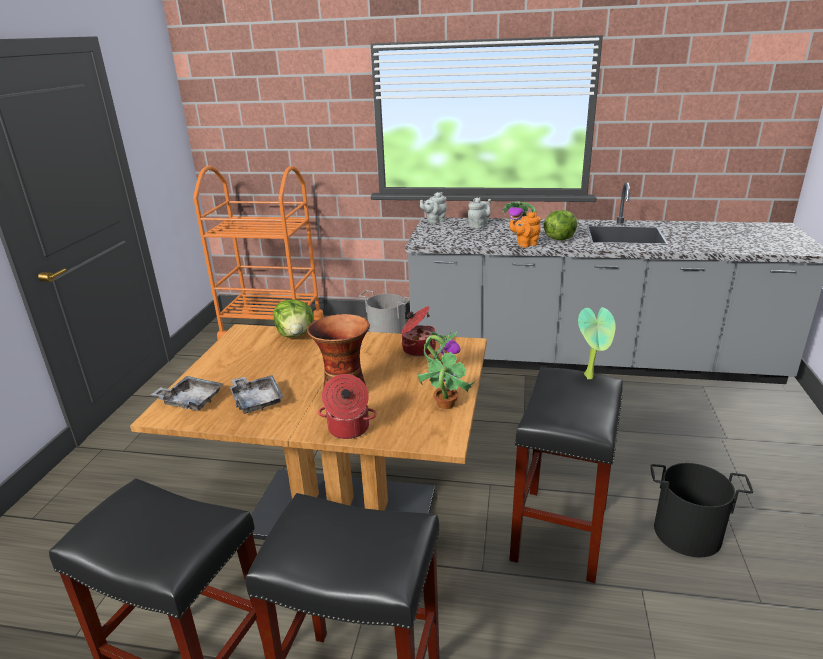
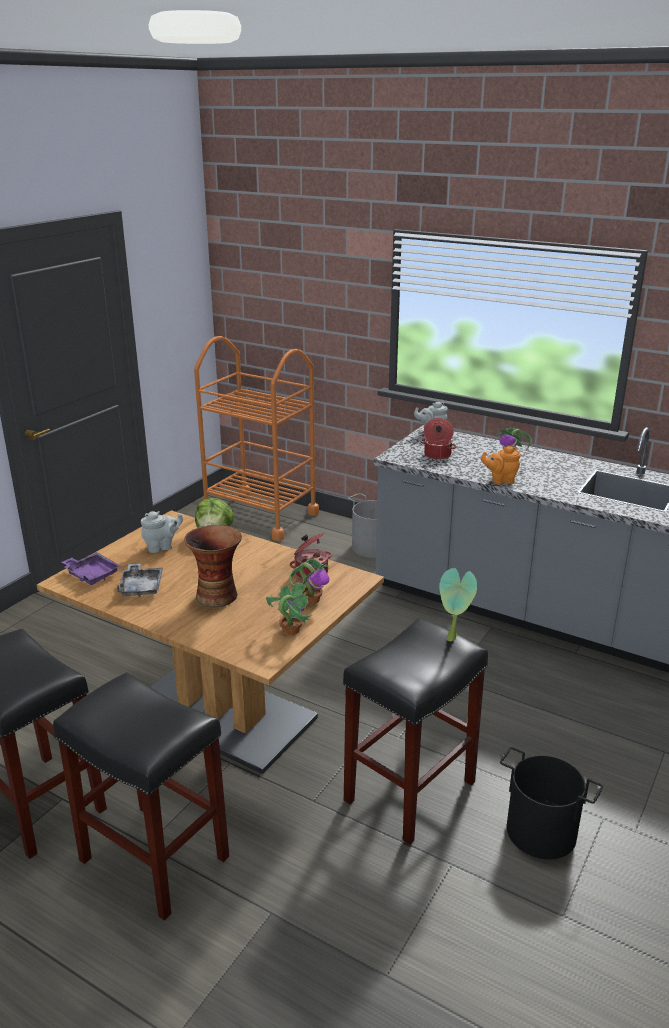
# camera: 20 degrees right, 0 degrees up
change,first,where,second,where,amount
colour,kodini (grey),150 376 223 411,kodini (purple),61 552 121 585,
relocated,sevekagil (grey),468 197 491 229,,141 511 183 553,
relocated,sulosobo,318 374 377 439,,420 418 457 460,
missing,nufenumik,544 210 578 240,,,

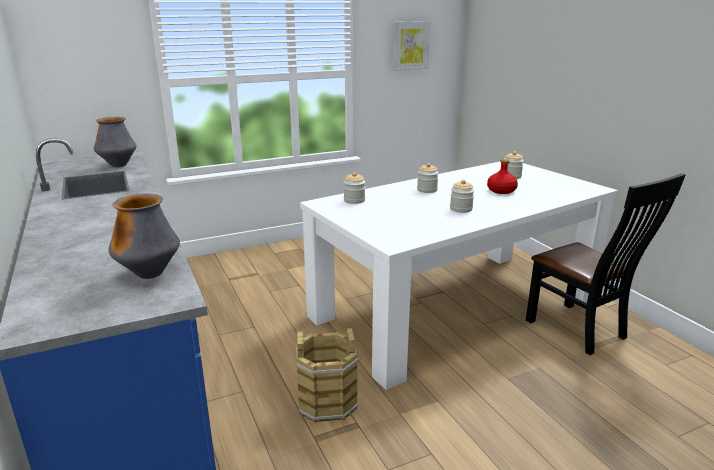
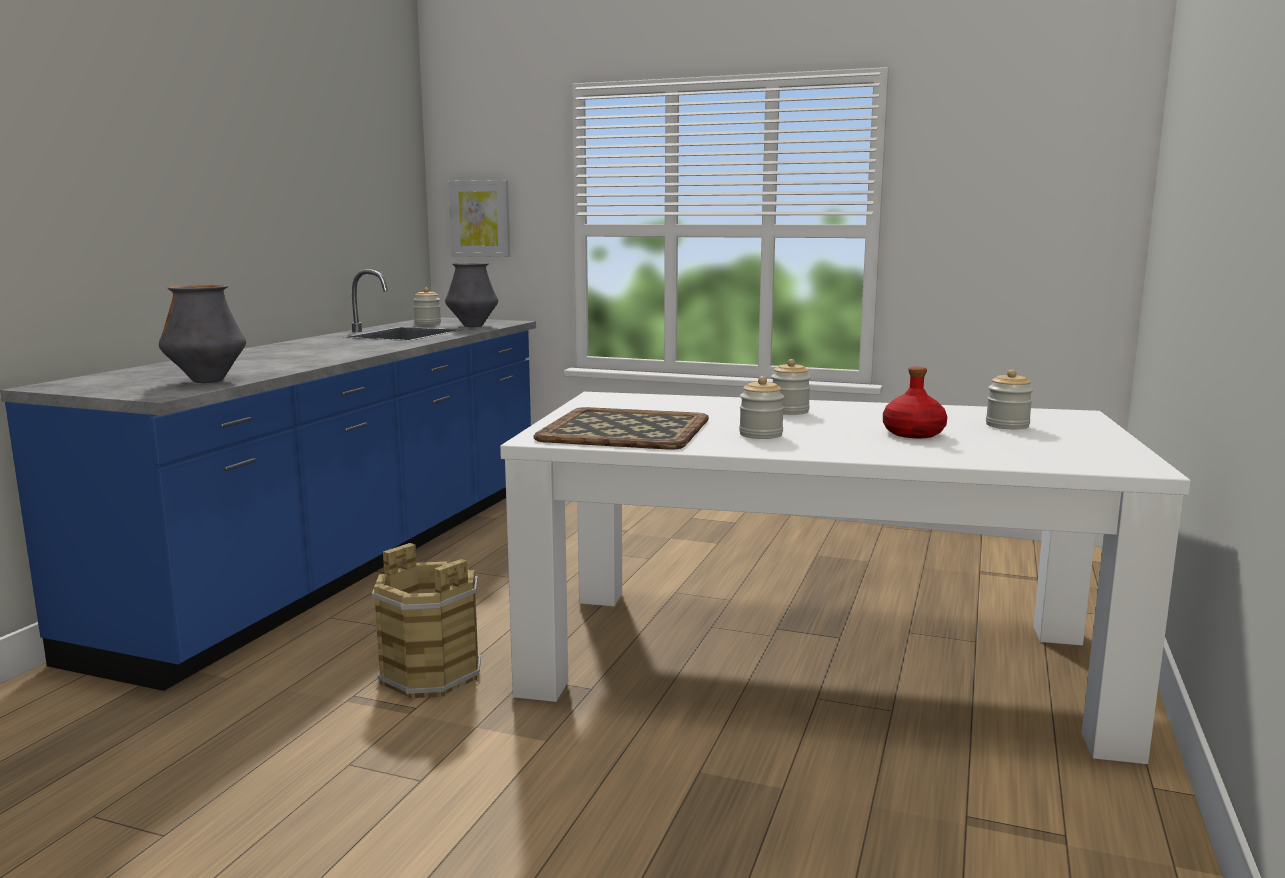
# camera: 45 degrees right, 10 degrees down
change,first,where,second,where,amount
relocated,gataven,344 172 365 204,,413 288 441 325,
relocated,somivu,393 21 430 71,,448 180 510 257,
appeared,,,kodini,533 407 709 450,
missing,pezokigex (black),526 173 686 355,,,

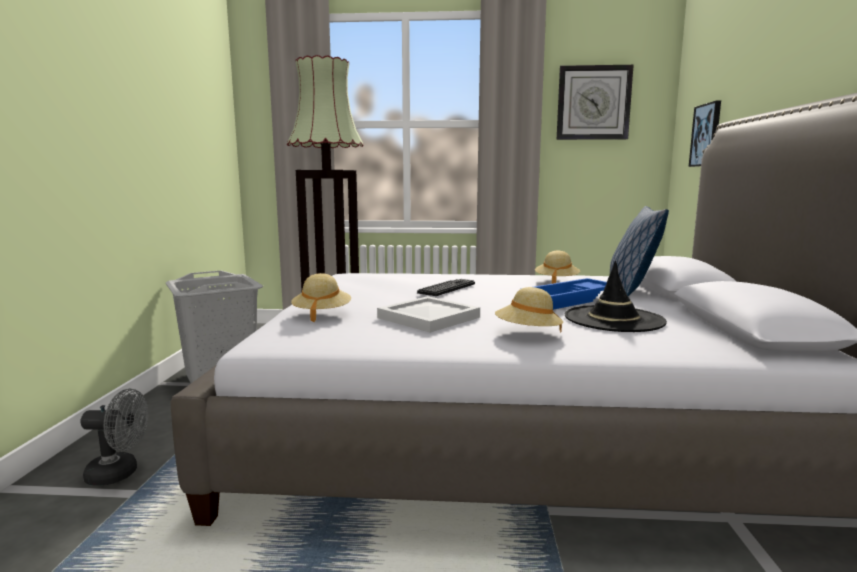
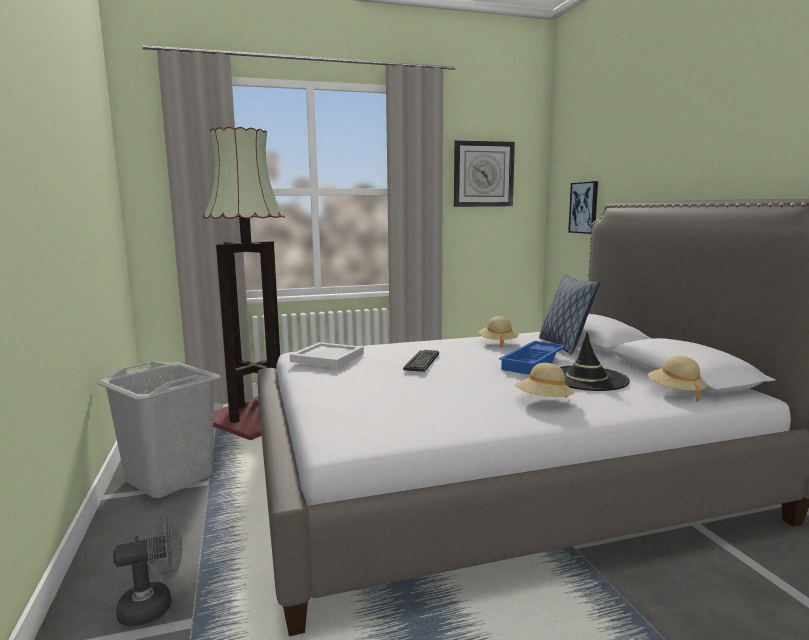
# camera: 20 degrees left, 0 degrees up
change,first,where,second,where,amount
relocated,kodini (white),377 296 480 333,,290 342 364 368,
relocated,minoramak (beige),291 273 351 322,,648 356 707 402,

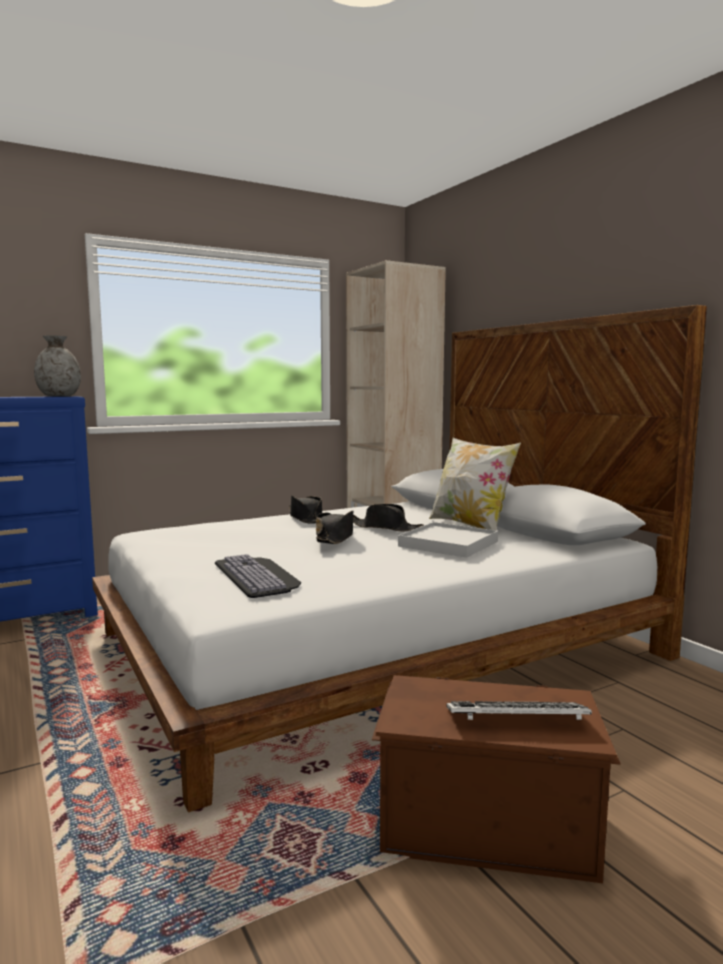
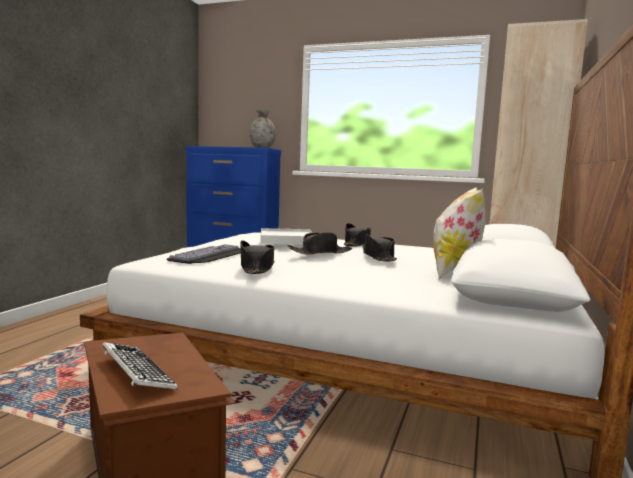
# camera: 50 degrees right, 0 degrees up
change,first,where,second,where,amount
appeared,,,minoramak (black),240 240 275 274,
relocated,kodini (white),398 522 498 558,,260 228 312 244,

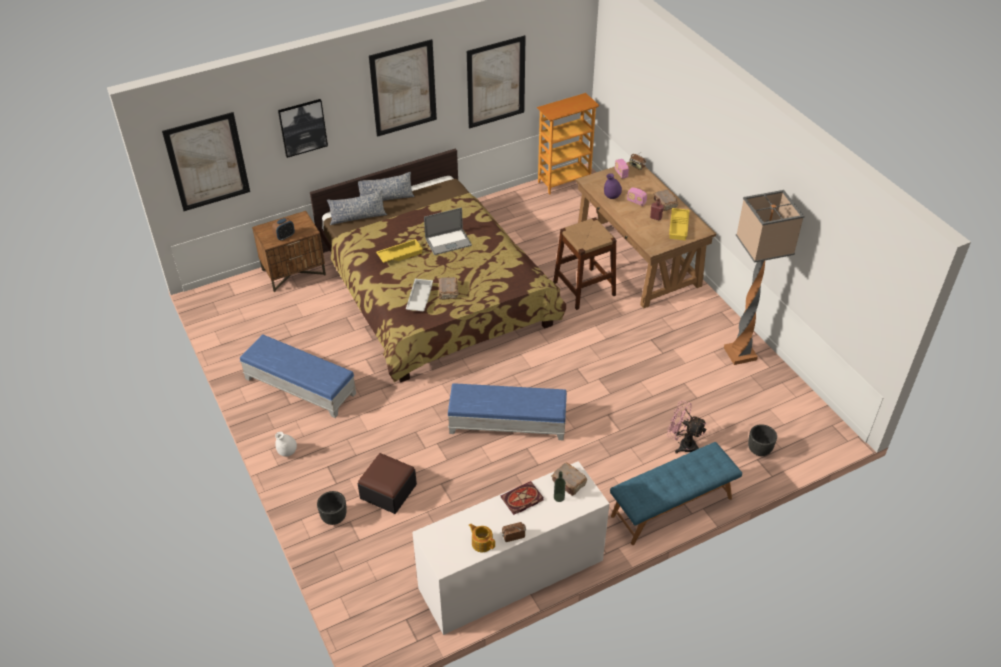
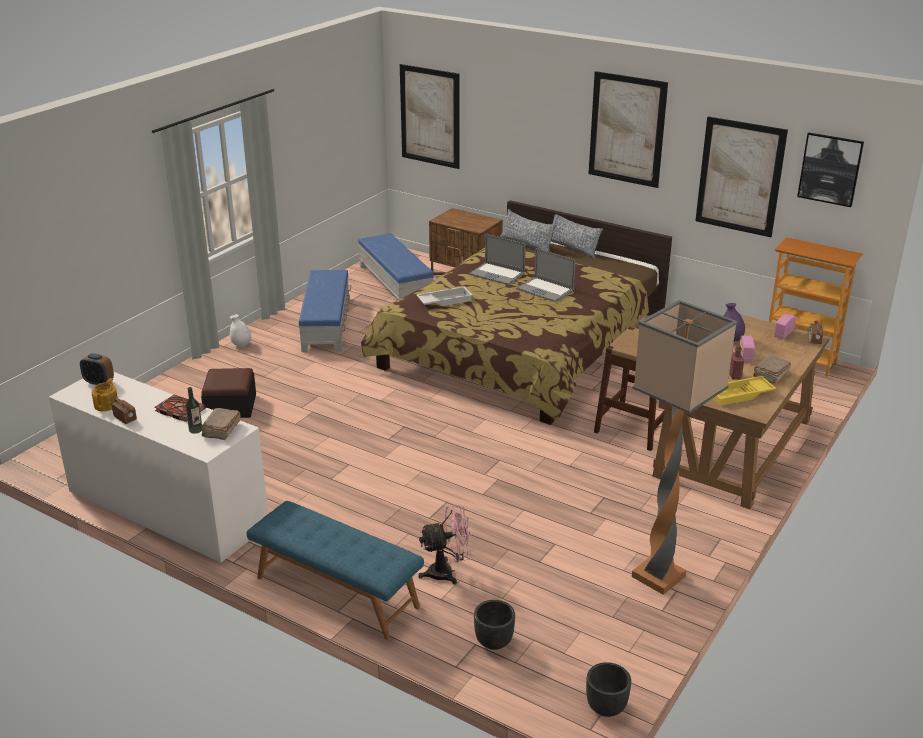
# camera: 60 degrees right, 15 degrees down
change,first,where,second,where,amount
relocated,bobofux,272 217 295 241,,80 354 114 385,
relocated,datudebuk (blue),448 383 567 441,,358 233 434 300,
spun,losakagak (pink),667 401 707 454,,418 505 473 584,75 degrees clockwise
exchanged,kodini (yellow),376 239 423 263,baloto,469 234 526 285,
relocated,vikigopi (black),317 491 347 525,,586 662 631 717,
relocated,somivu,278 99 328 158,,797 133 864 207,
missing,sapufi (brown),438 277 458 300,,,

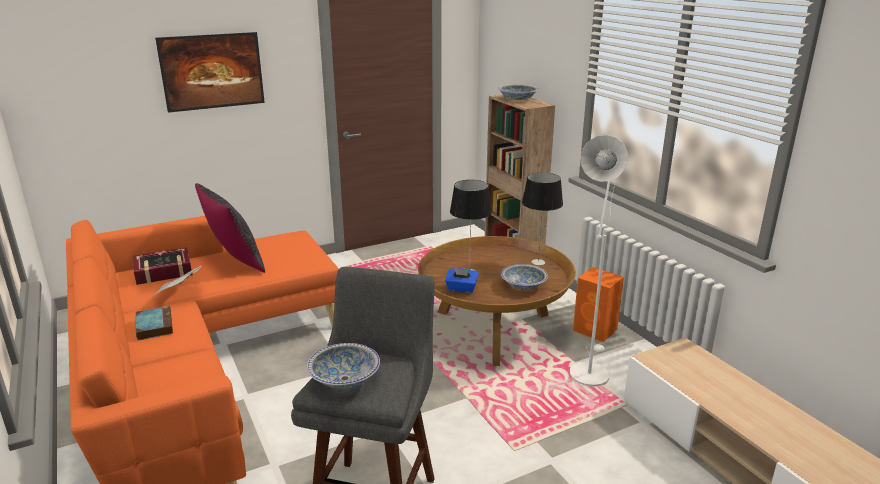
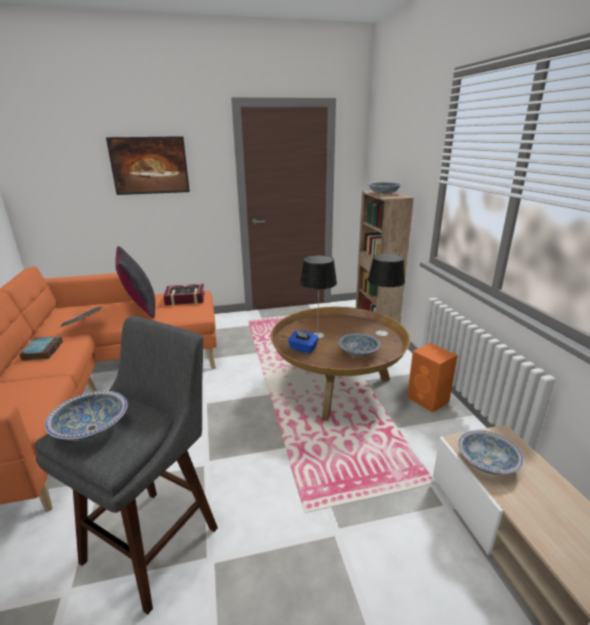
# camera: 15 degrees right, 0 degrees up
change,first,where,second,where,amount
relocated,sapufi,133 247 192 285,,163 284 205 306,
appeared,,,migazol,458 430 523 474,
missing,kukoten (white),570 135 628 386,,,

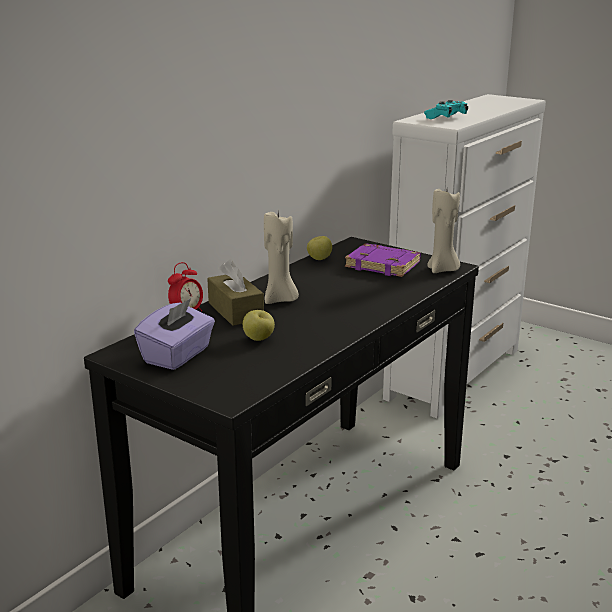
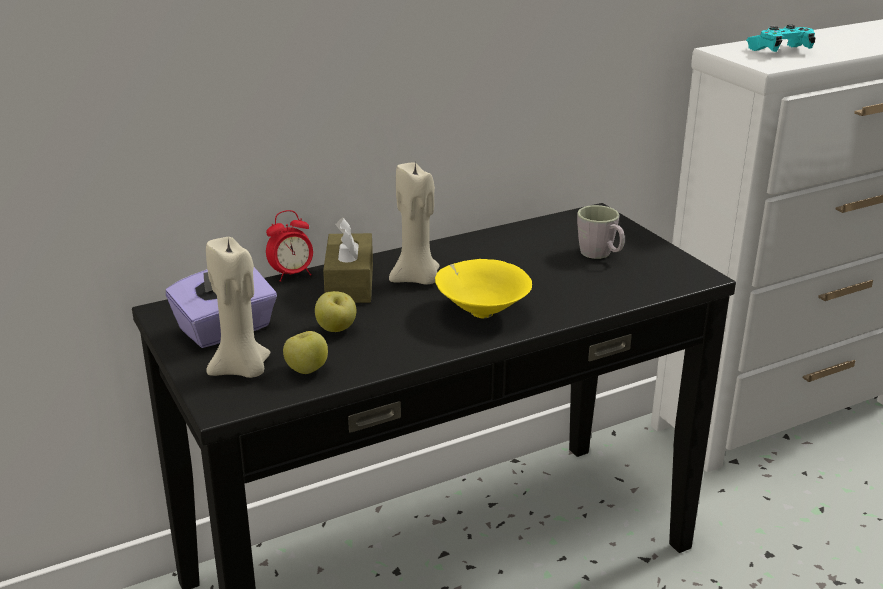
# camera: 25 degrees right, 5 degrees up
change,first,where,second,where,amount
relocated,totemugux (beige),427 189 460 273,,206 237 270 378,
relocated,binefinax,307 236 332 260,,283 331 328 374,
appeared,,,migazol (yellow),435 259 532 318,
exchanged,sapufi (purple),345 243 421 277,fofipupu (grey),577 205 625 259,

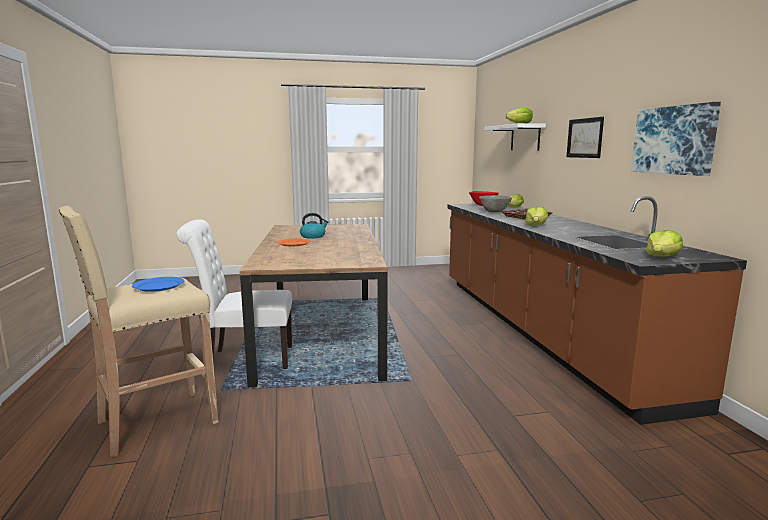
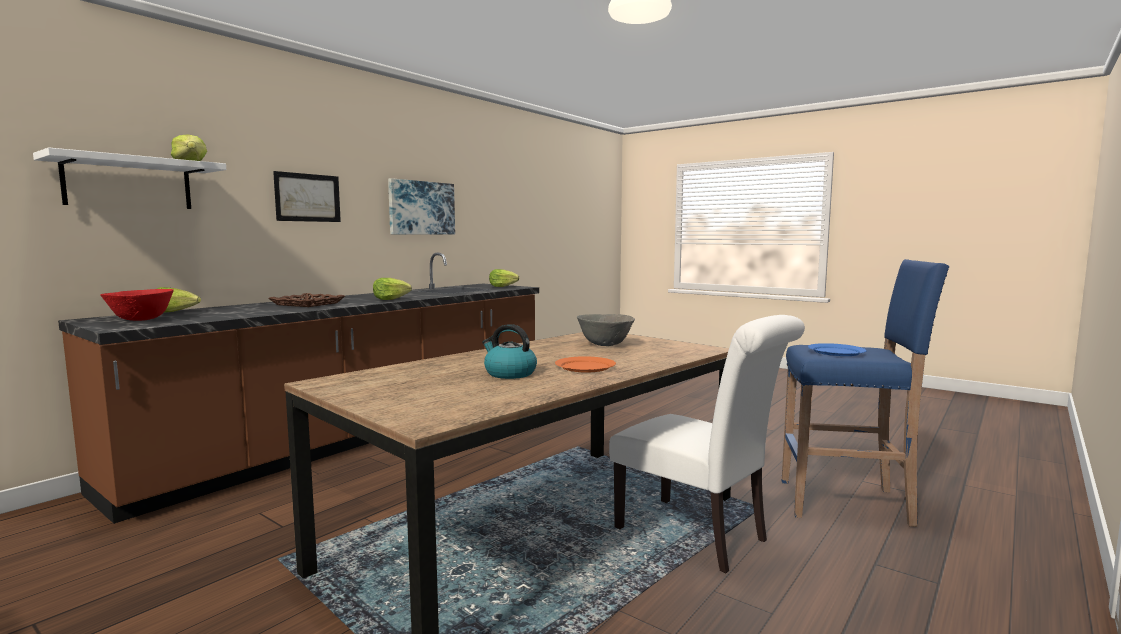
# camera: 130 degrees left, 5 degrees down
change,first,where,second,where,amount
relocated,migazol (grey),479 195 512 212,,577 314 635 346,
colour,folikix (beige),59 206 218 457,folikix (blue),782 259 949 527,

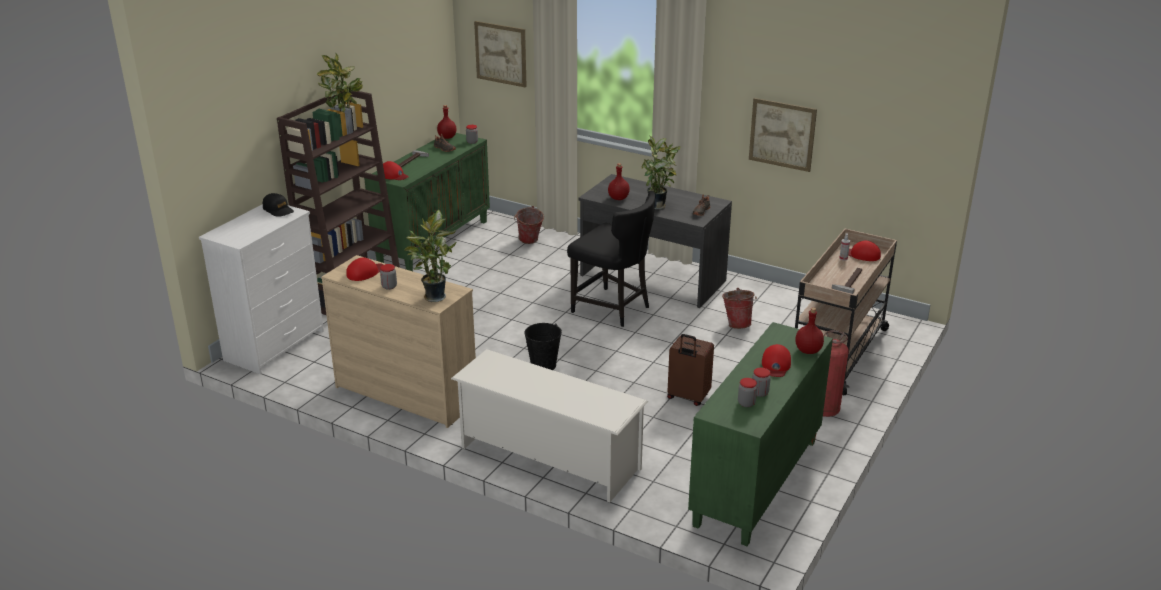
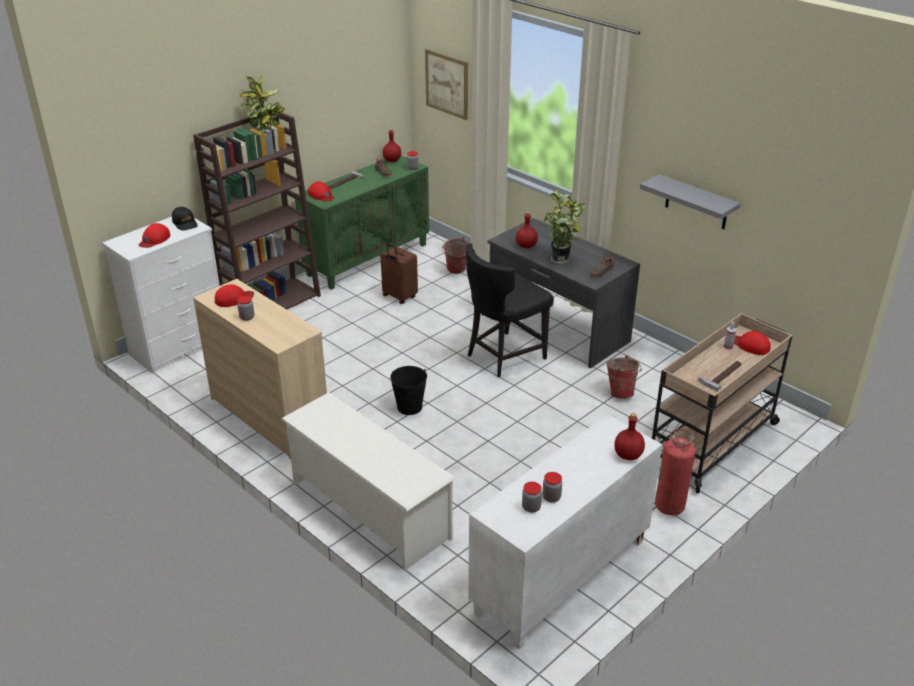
# camera: 15 degrees right, 5 degrees up
change,first,where,second,where,amount
relocated,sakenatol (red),762 344 791 377,,139 223 170 248,
relocated,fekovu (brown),667 334 714 406,,380 243 418 304,
spun,pezokigex (black),567 191 655 327,,466 243 554 377,90 degrees clockwise
colour,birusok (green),688 322 833 546,birusok (white),468 414 662 649,
exchanged,somivu,749 98 817 172,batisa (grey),640 174 741 229,
missing,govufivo,404 210 456 302,,,

